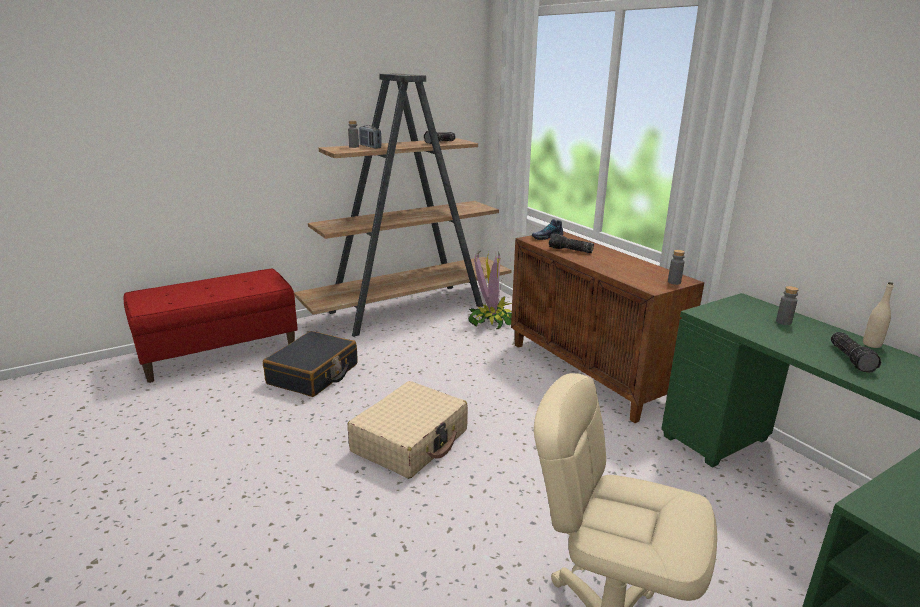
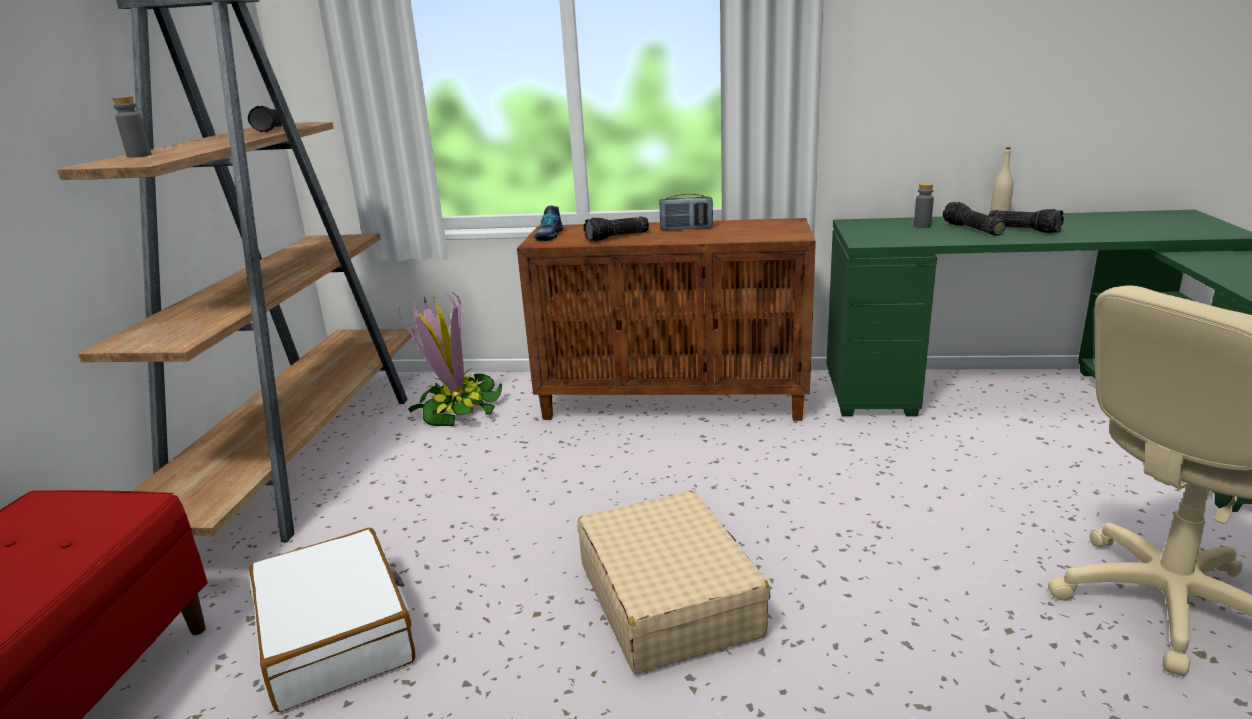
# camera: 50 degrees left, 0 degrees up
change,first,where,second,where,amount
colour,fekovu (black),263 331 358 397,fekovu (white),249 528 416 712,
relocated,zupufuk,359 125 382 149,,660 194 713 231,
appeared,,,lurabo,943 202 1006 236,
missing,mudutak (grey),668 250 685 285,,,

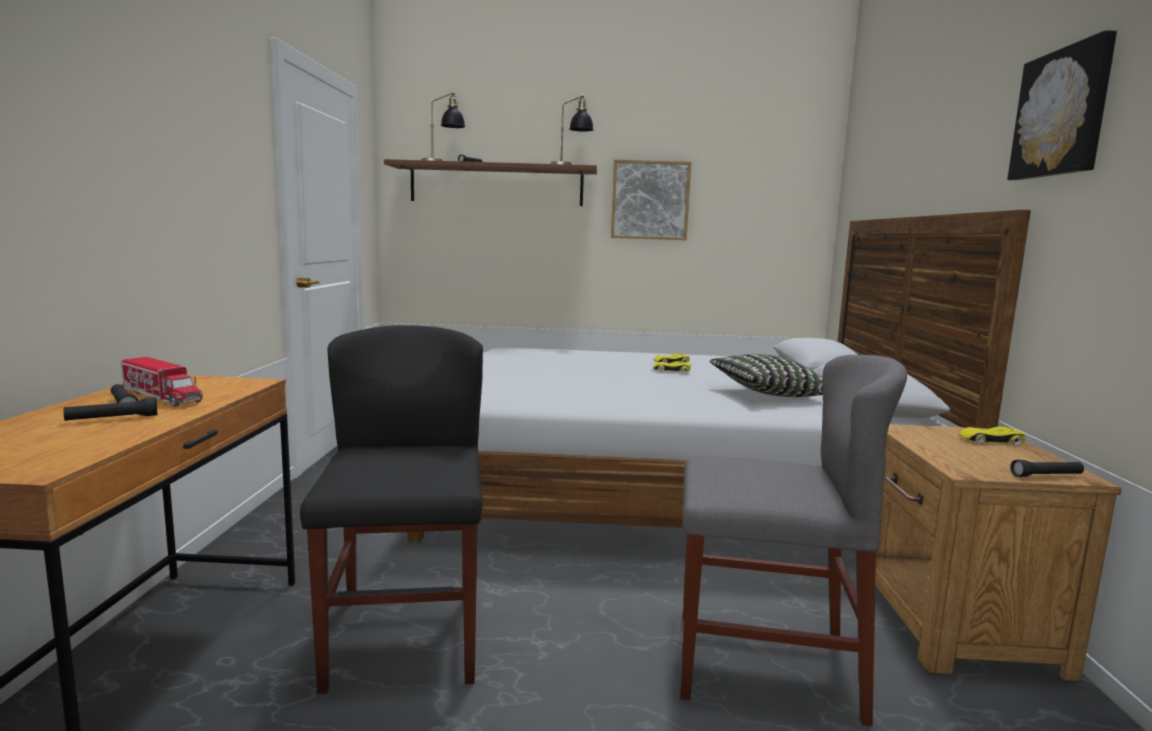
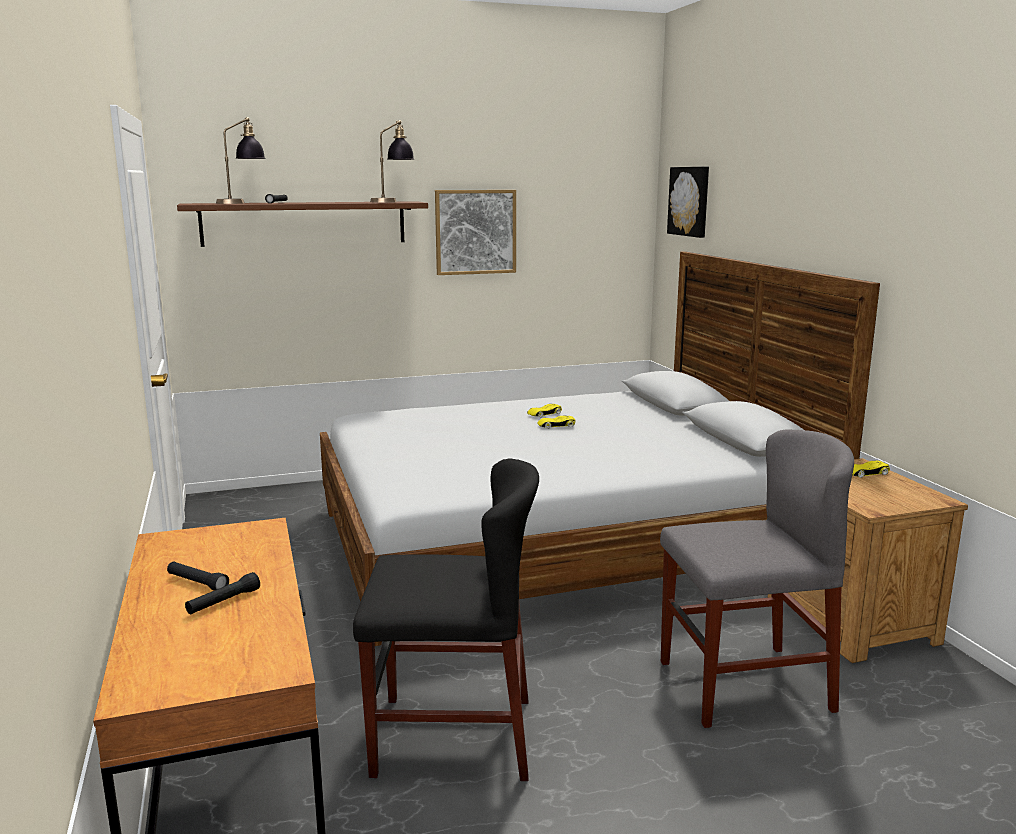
# camera: 20 degrees left, 5 degrees up
change,first,where,second,where,amount
spun,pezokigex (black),300 325 483 694,,353 458 539 781,120 degrees clockwise
relocated,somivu,1007 30 1117 180,,667 167 709 238,
missing,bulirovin,121 357 203 407,,,
missing,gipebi,709 354 823 397,,,
missing,lurabo (black),1011 460 1084 477,,,

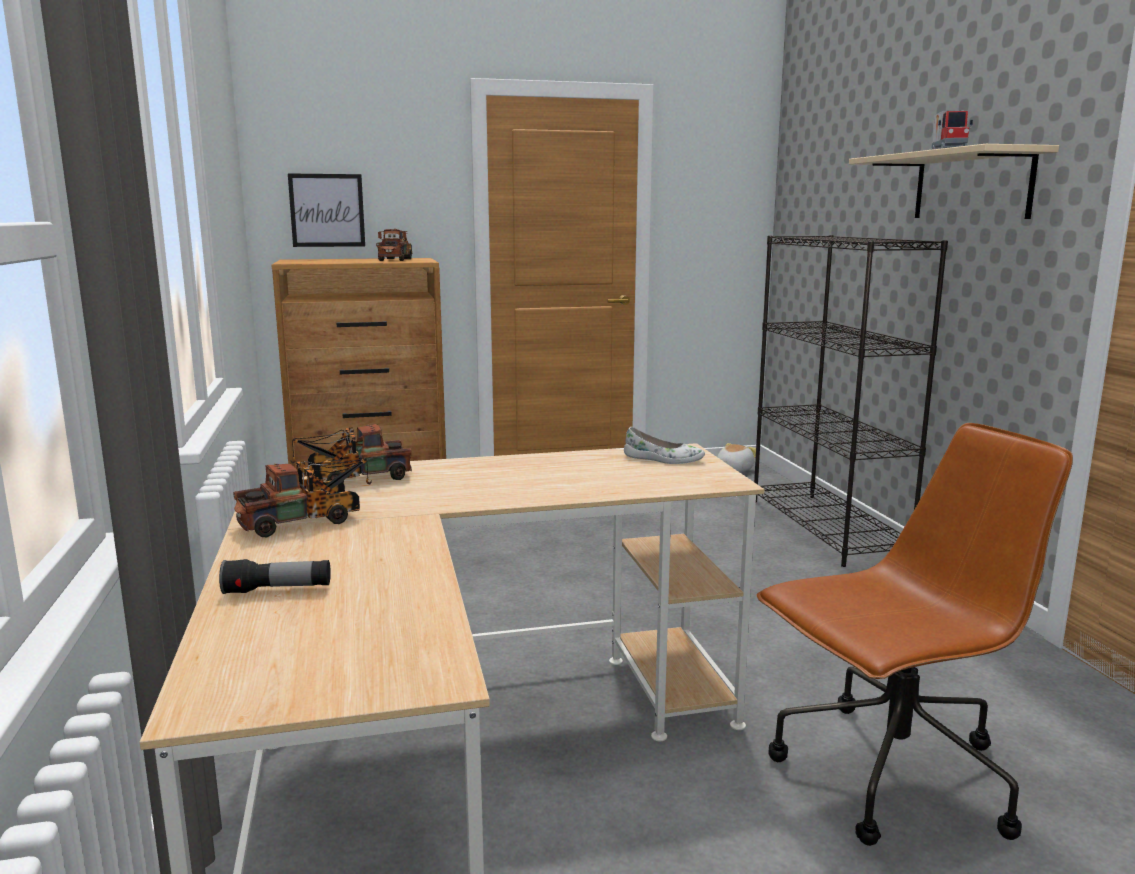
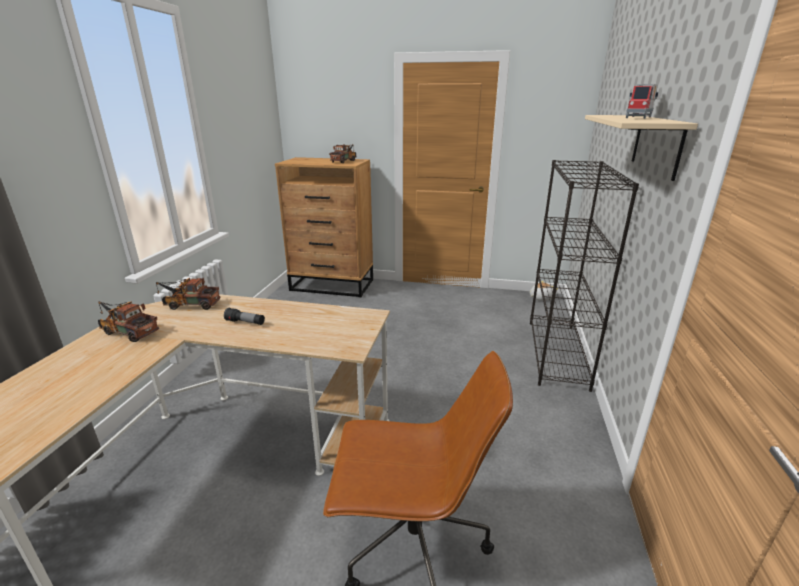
# camera: 25 degrees right, 10 degrees up
change,first,where,second,where,amount
spun,bulirovin,233 458 372 537,,98 301 159 342,150 degrees counterclockwise
relocated,lurabo,219 559 331 594,,224 308 265 325,
missing,somivu,288 173 365 247,,,
missing,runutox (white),624 427 705 464,,,

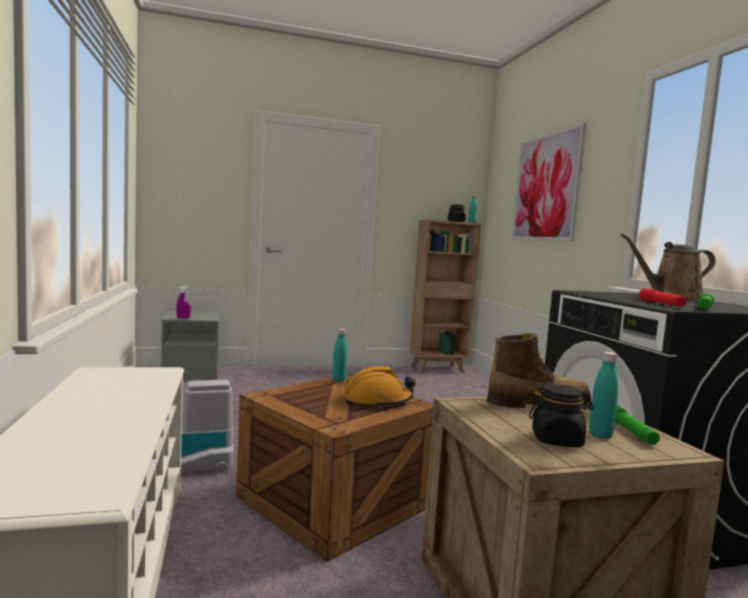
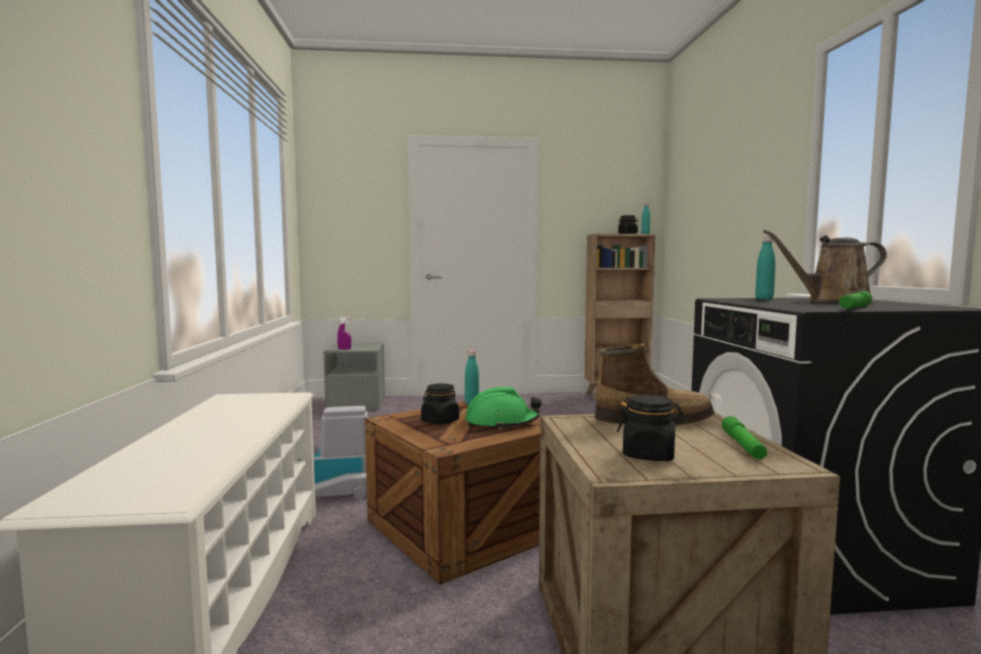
# camera: 10 degrees right, 0 degrees up
change,first,where,second,where,amount
appeared,,,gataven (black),421 383 459 425,
colour,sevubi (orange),343 366 416 408,sevubi (green),465 387 542 430,
relocated,mudutak (turquoise),589 352 618 439,,755 236 775 300,
missing,somivu,511 122 586 242,,,
missing,lurabo (red),639 288 687 307,,,

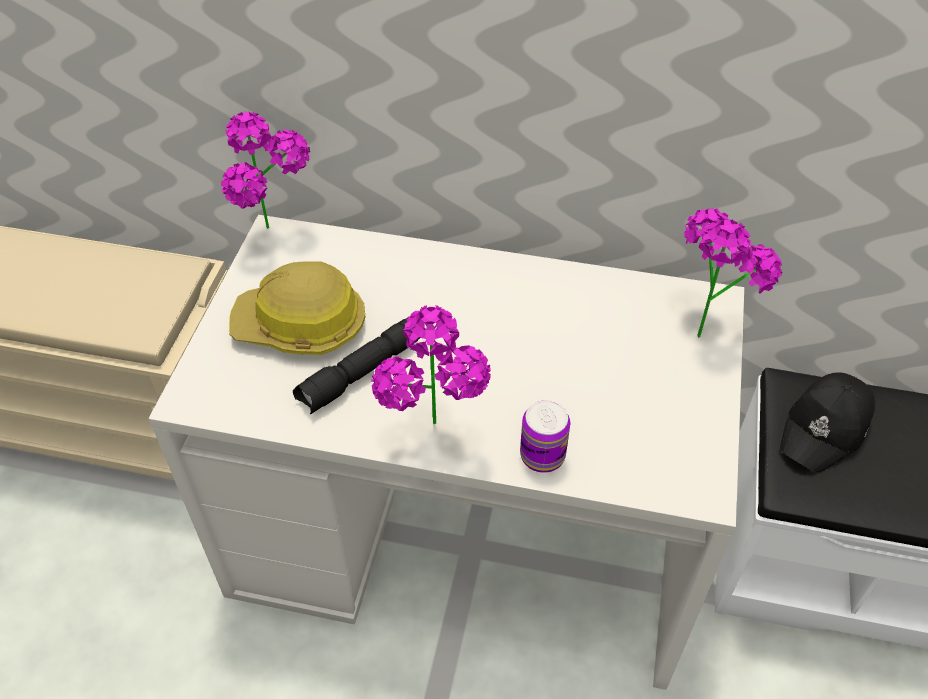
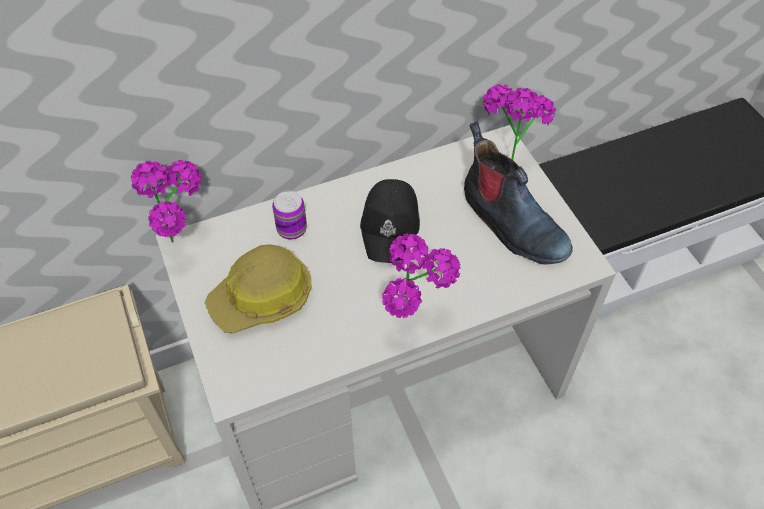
# camera: 35 degrees left, 5 degrees up
change,first,where,second,where,amount
relocated,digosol,520 400 570 473,,272 191 307 240,
relocated,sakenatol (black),780 372 875 472,,360 179 420 263,
appeared,,,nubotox,464 121 573 265,
missing,lurabo (black),293 318 420 414,,,

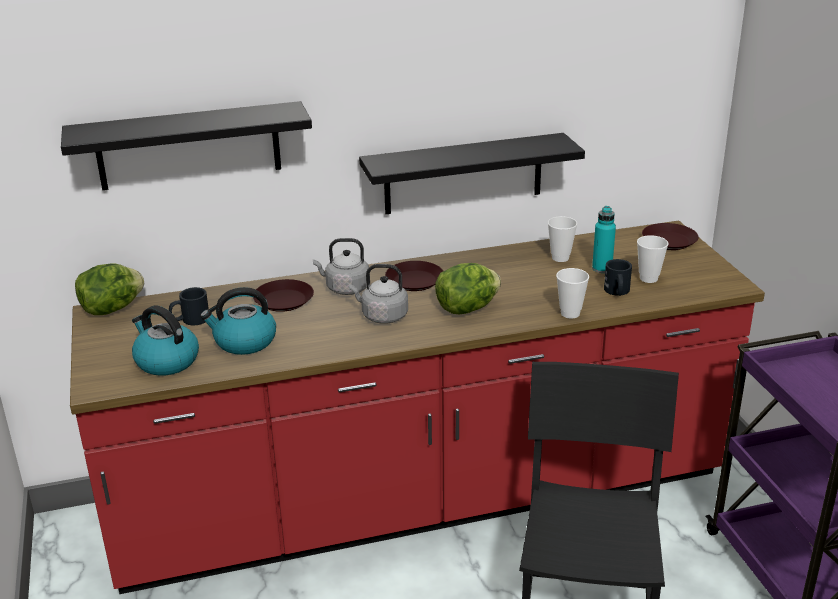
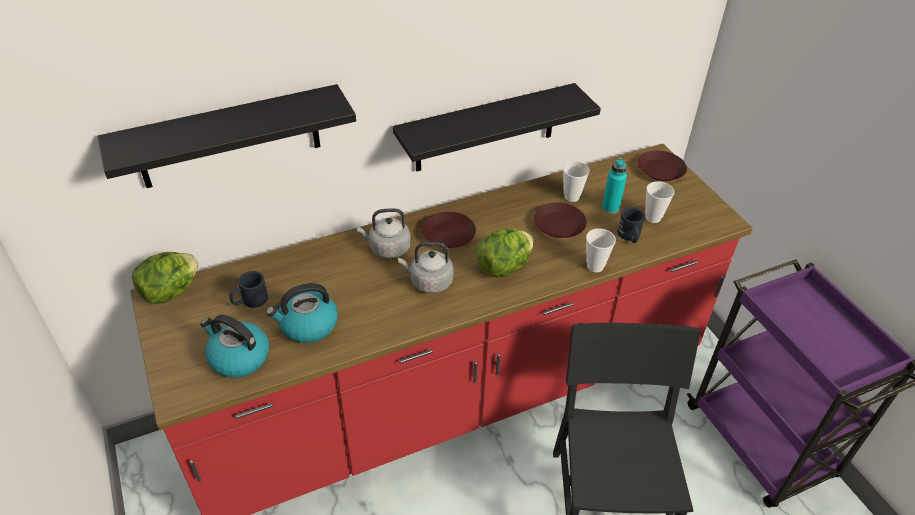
# camera: 10 degrees left, 15 degrees up
change,first,where,second,where,amount
relocated,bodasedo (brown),253 279 314 312,,534 203 587 238,

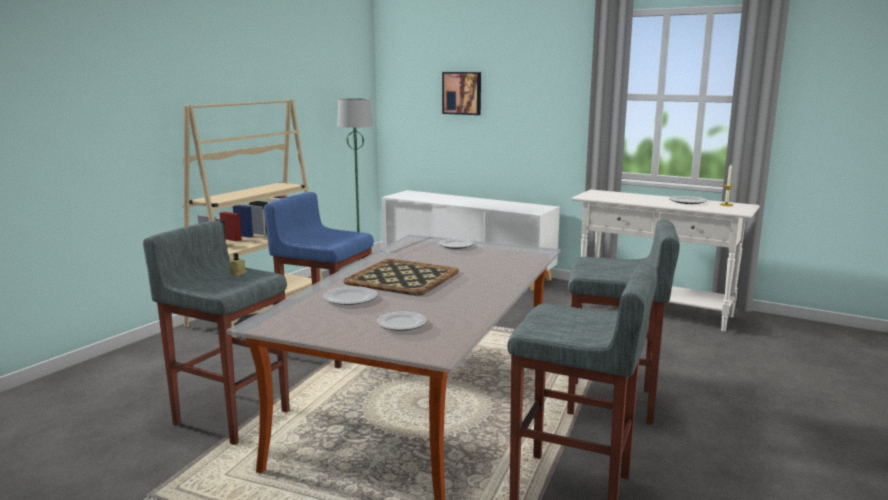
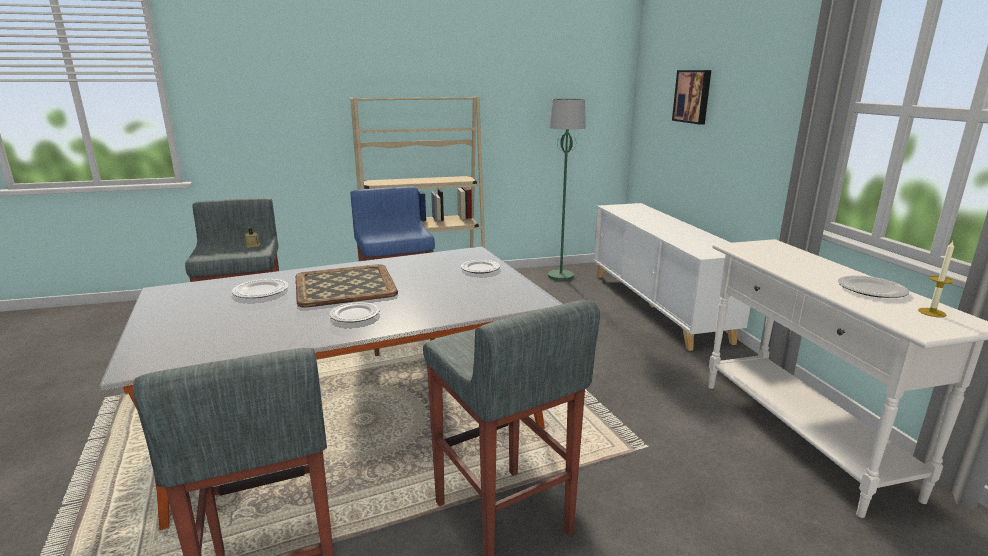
# camera: 45 degrees right, 5 degrees up
change,first,where,second,where,amount
relocated,bodasedo,377 312 427 331,,329 302 379 322,

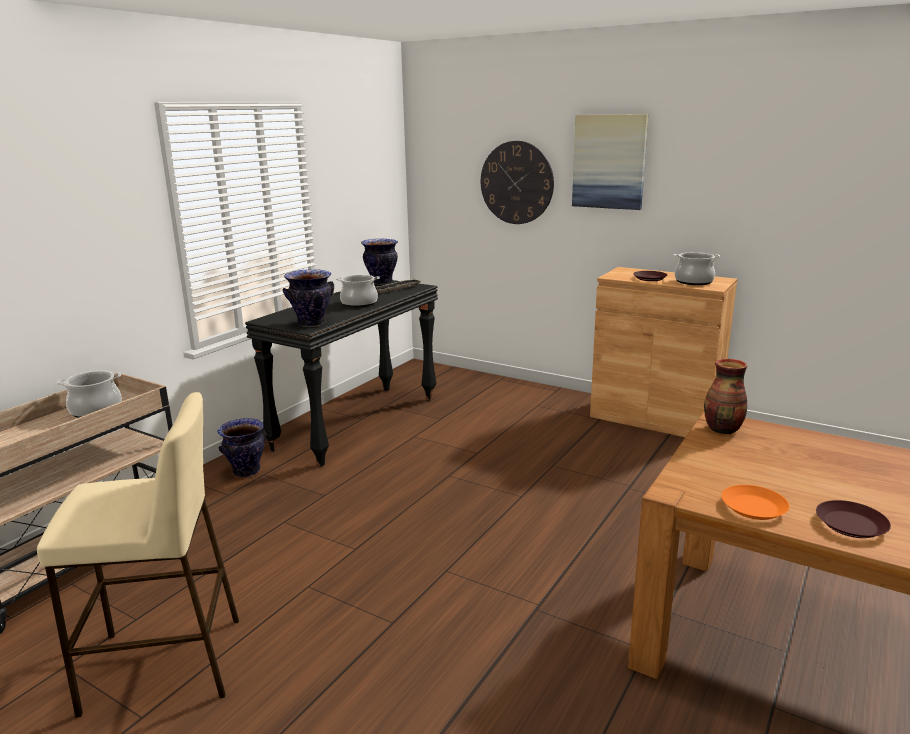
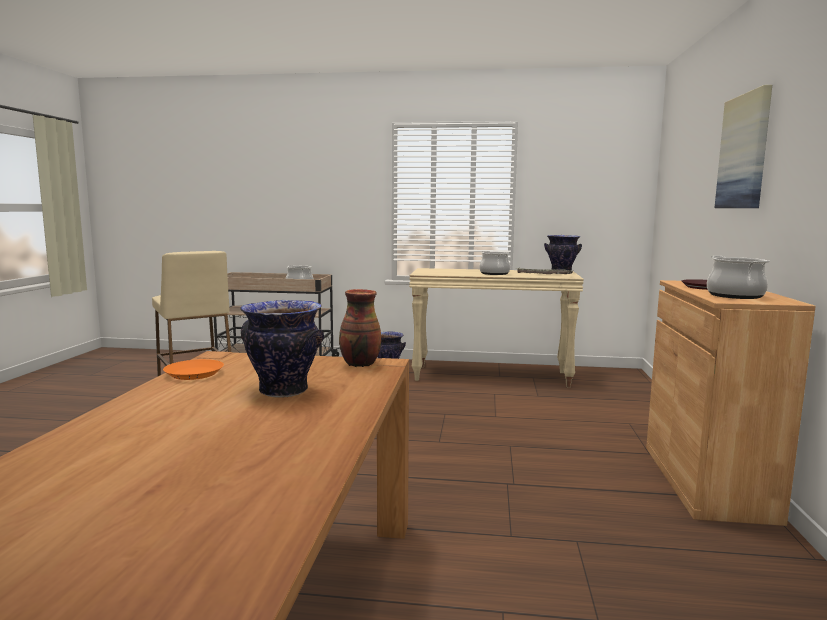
# camera: 65 degrees right, 10 degrees down
change,first,where,second,where,amount
relocated,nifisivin,283 269 334 327,,240 300 324 398,
colour,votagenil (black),245 280 438 467,votagenil (beige),409 268 584 387,
missing,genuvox,481 141 554 224,,,
missing,bodasedo (brown),816 500 891 538,,,

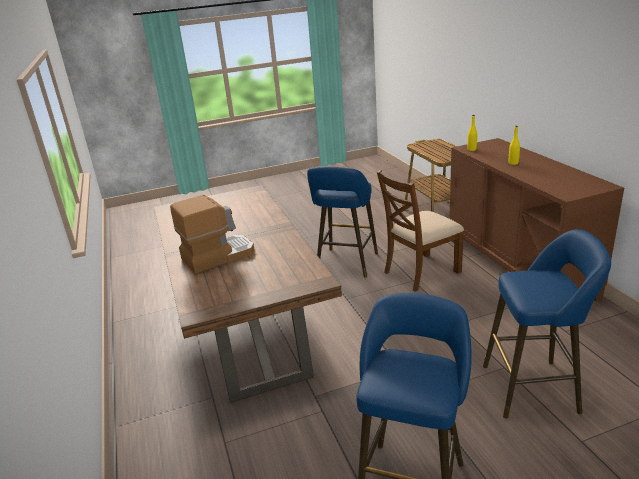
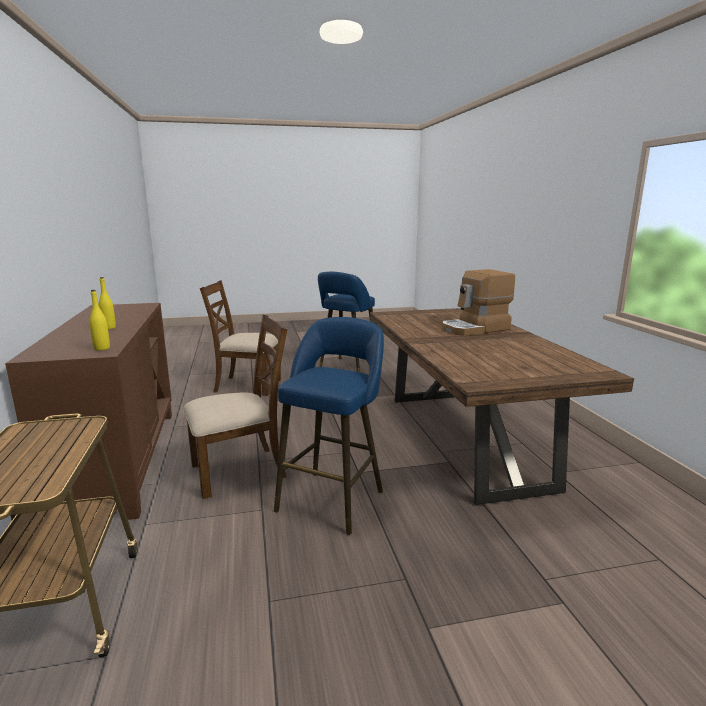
# camera: 175 degrees left, 10 degrees down
change,first,where,second,where,amount
exchanged,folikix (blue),483 229 611 419,pezokigex (brown),200 280 281 396,

